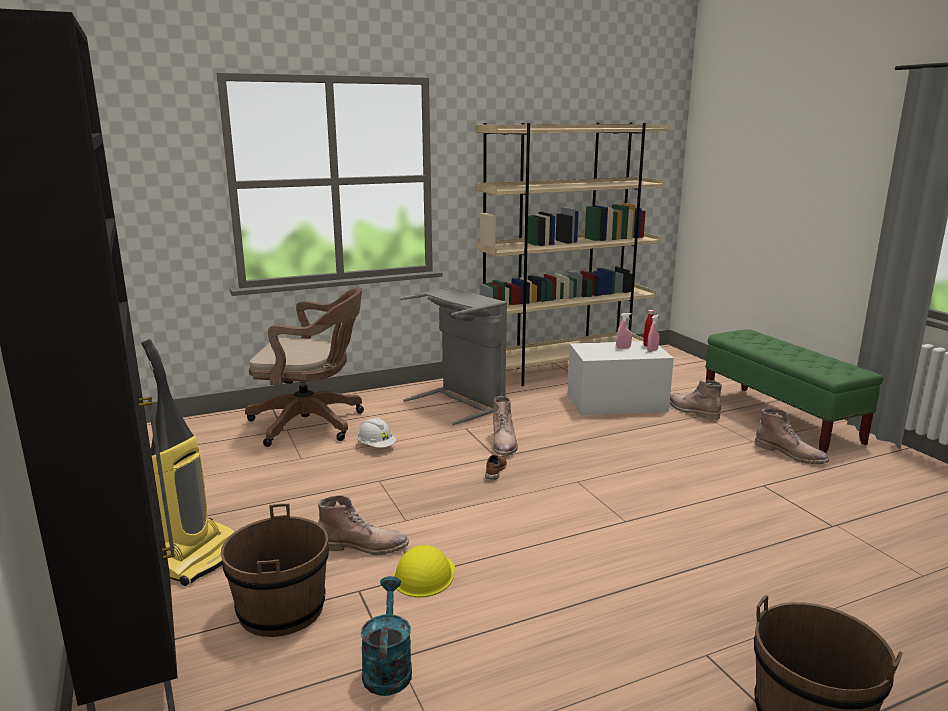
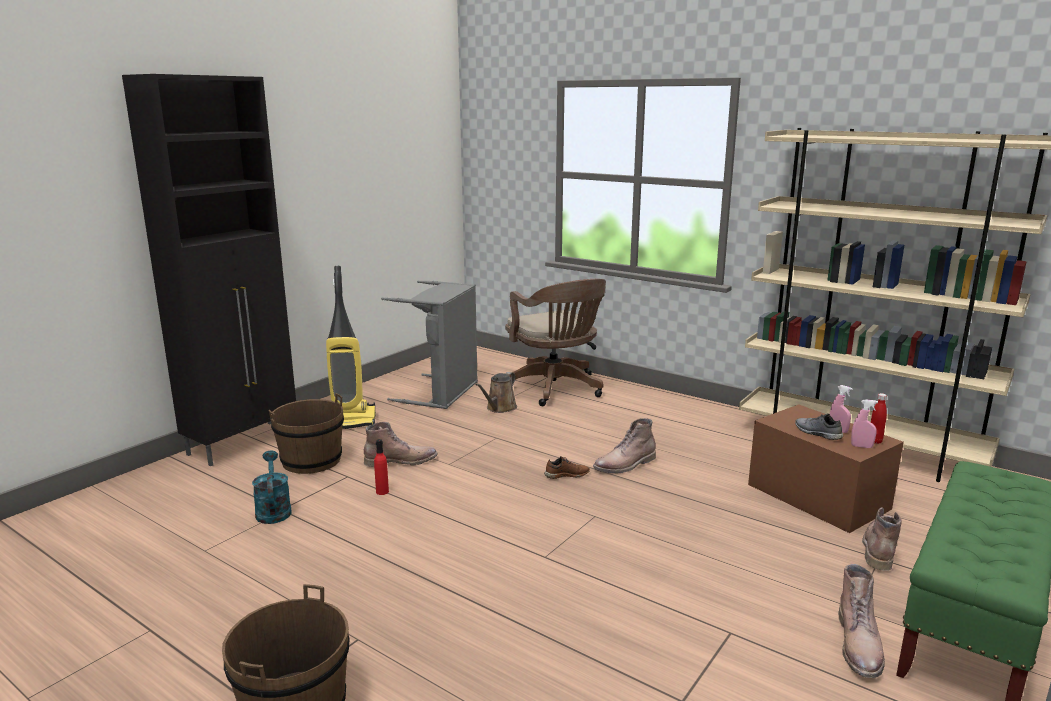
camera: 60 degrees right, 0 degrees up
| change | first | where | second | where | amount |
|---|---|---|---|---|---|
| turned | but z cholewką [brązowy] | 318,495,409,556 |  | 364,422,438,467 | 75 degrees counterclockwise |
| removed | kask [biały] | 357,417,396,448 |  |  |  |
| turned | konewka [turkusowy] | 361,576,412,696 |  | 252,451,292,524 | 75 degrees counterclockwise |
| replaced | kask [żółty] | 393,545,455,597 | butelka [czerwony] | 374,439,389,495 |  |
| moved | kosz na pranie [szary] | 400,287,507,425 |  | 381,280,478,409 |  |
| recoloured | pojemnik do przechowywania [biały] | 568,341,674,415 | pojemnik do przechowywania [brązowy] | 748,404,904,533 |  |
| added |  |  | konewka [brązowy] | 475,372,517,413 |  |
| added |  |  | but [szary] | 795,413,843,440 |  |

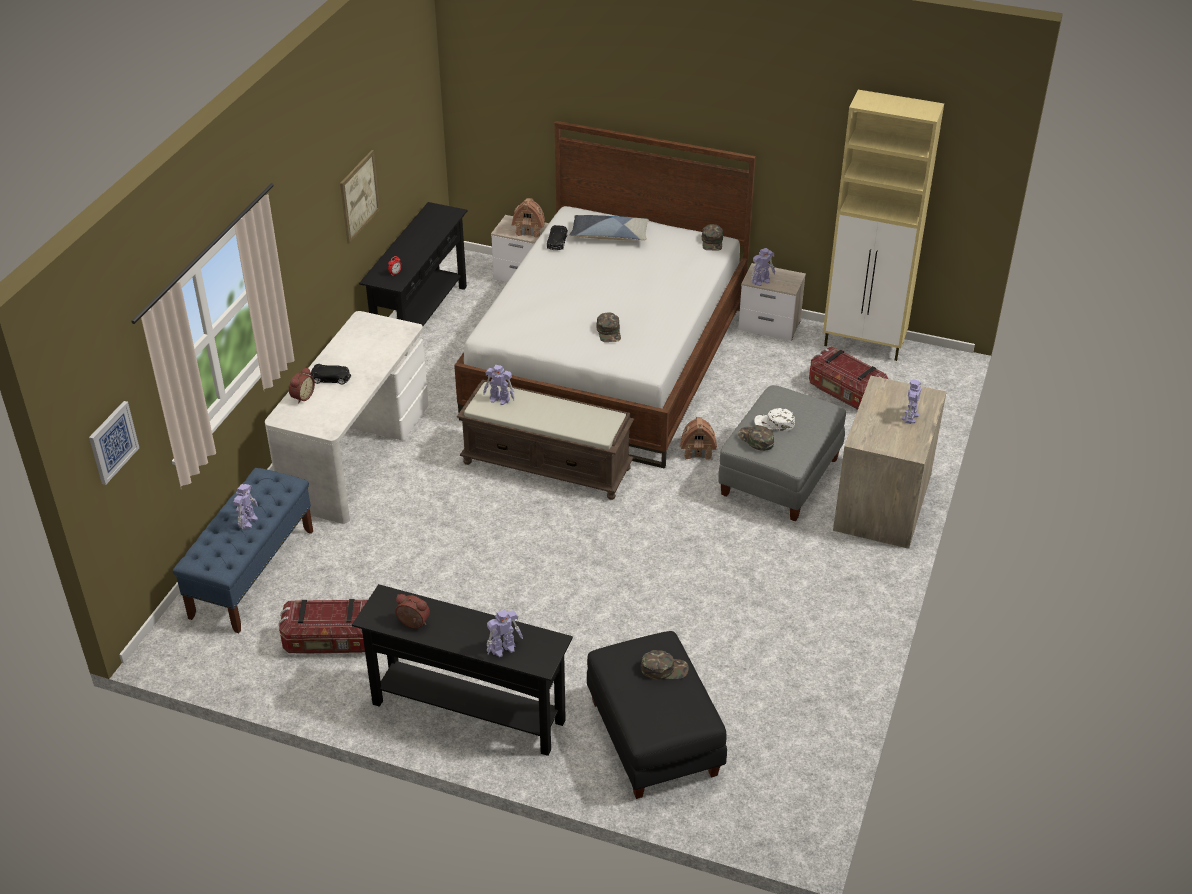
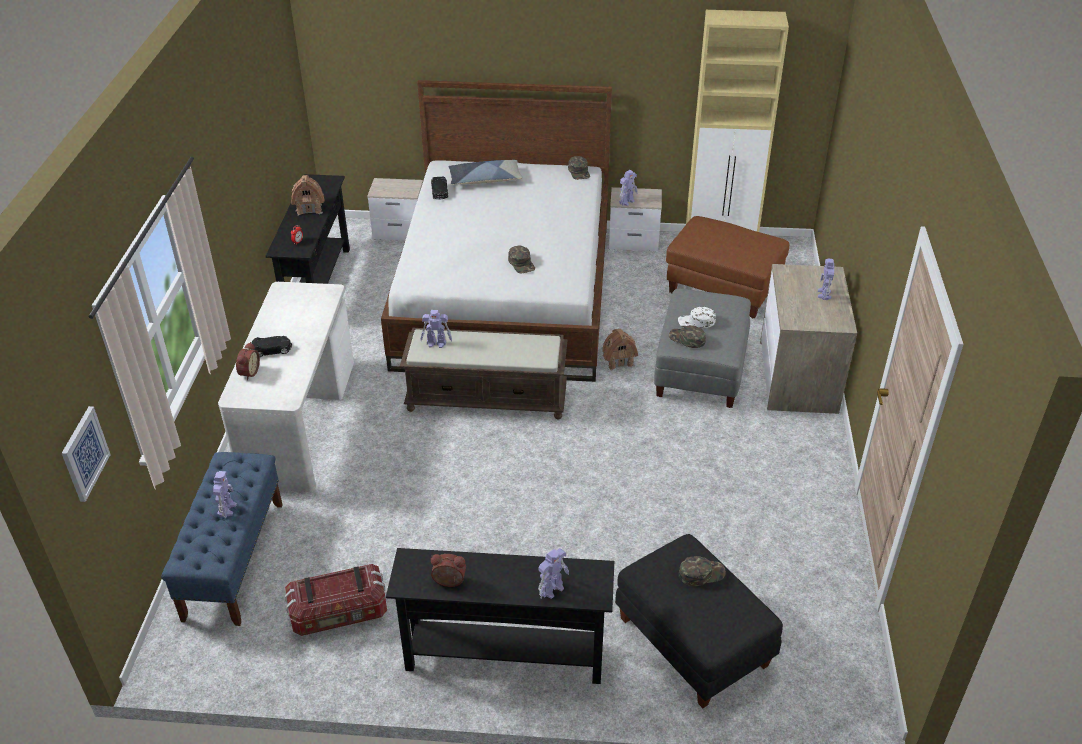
camera: 15 degrees left, 0 degrees up
| change | first | where | second | where | amount |
|---|---|---|---|---|---|
| removed | obraz | 340,150,380,244 |  |  |  |
| moved | domek | 512,198,545,238 |  | 291,175,324,216 |  |
| replaced | pojemnik do przechowywania | 809,346,888,410 | pufa [brązowy] | 666,216,789,318 |  |

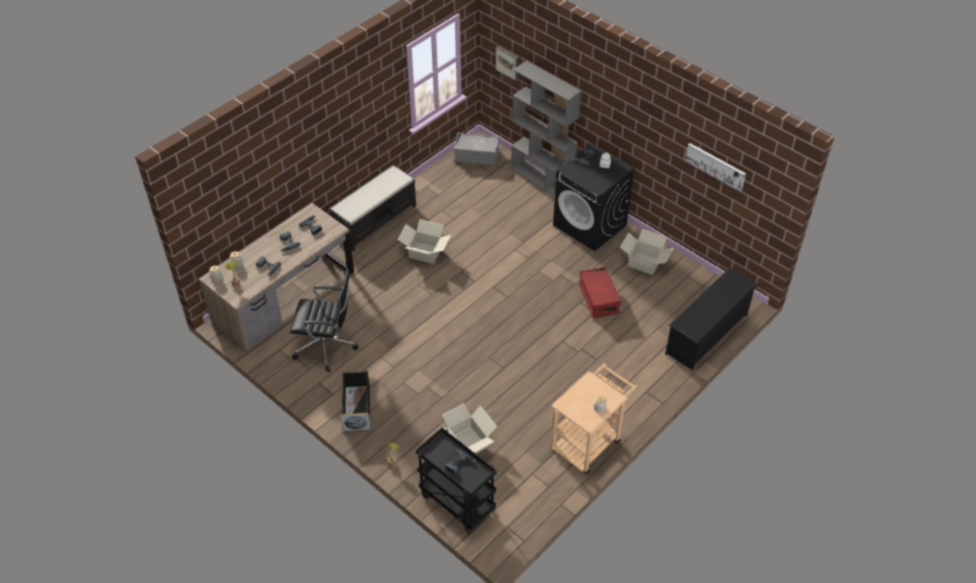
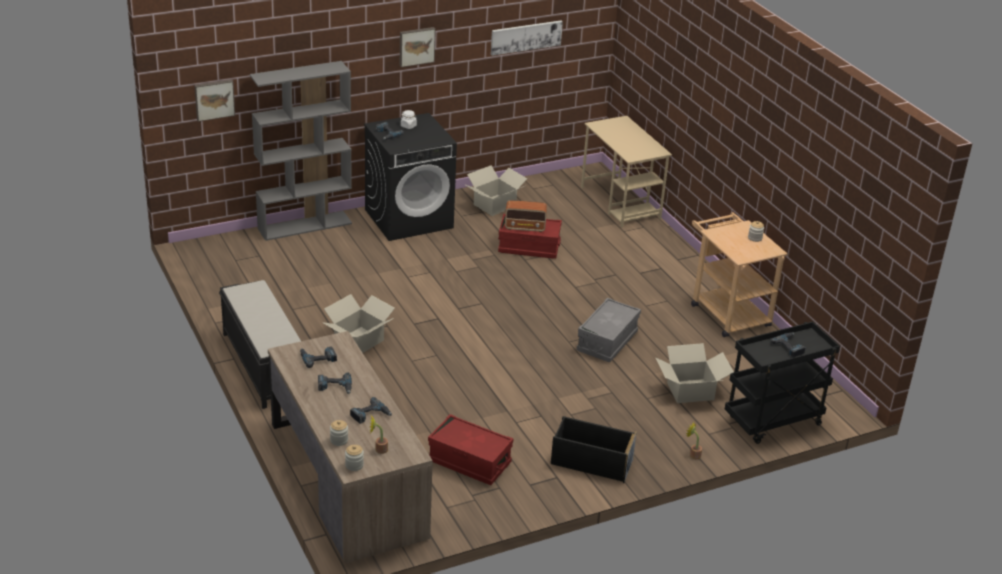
camera: 70 degrees left, 15 degrees down
| change | first | where | second | where | amount |
|---|---|---|---|---|---|
| replaced | krzesło biurowe [czarny] | 290,268,358,372 | pojemnik do przechowywania [czerwony] | 428,414,513,485 |  |
| moved | pojemnik do przechowywania [szary] | 454,133,499,166 |  | 577,298,641,362 |  |
| replaced | regał na buty [czarny] | 665,268,758,370 | biurko [beżowy] | 581,116,672,227 |  |
| added |  |  | obraz | 400,27,436,67 |  |
| added |  |  | radio | 505,200,547,232 |  |

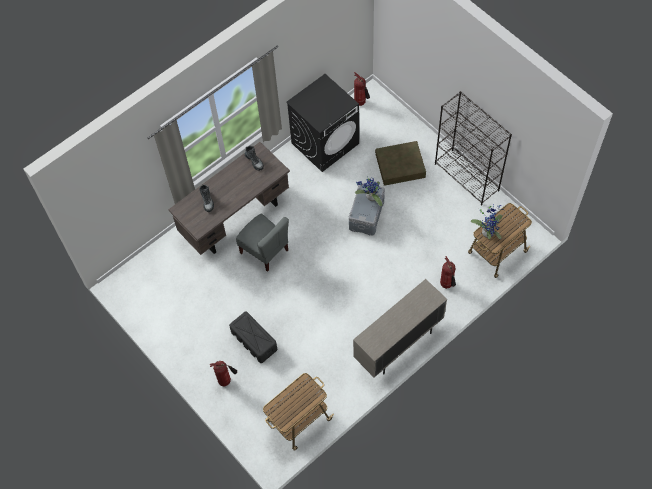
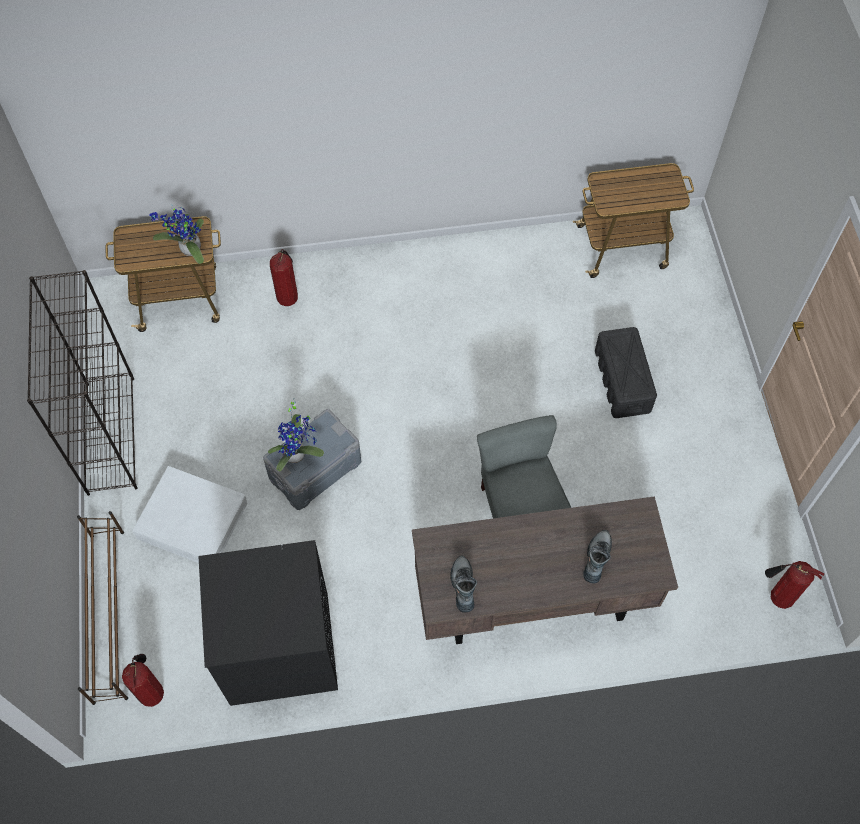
camera: 150 degrees left, 0 degrees up
| change | first | where | second | where | amount |
|---|---|---|---|---|---|
| moved | gaśnica | 210,361,237,386 |  | 765,561,824,609 |  |
| removed | szafka [beżowy] | 353,279,447,378 |  |  |  |
| recoloured | pojemnik do przechowywania [brązowy] | 375,141,426,186 | pojemnik do przechowywania [biały] | 132,466,247,563 |  |
| added |  |  | regał na buty [brązowy] | 77,511,128,705 |  |

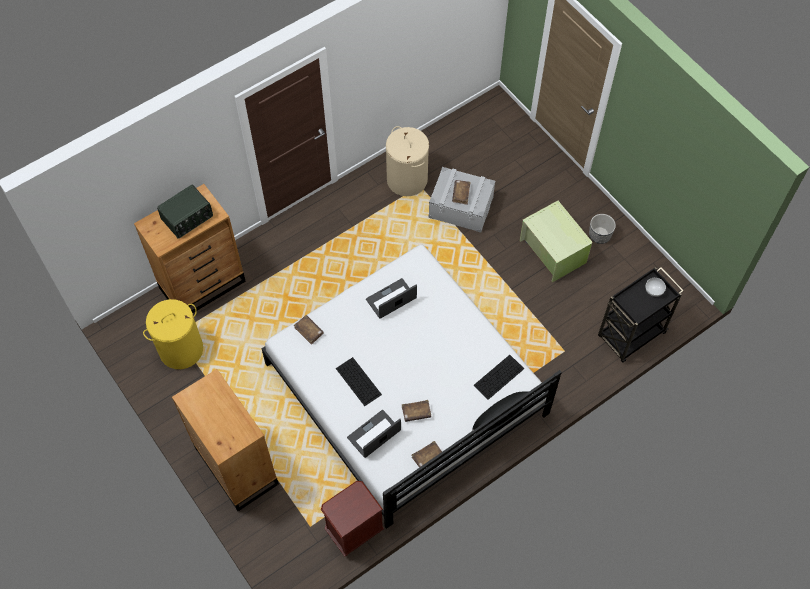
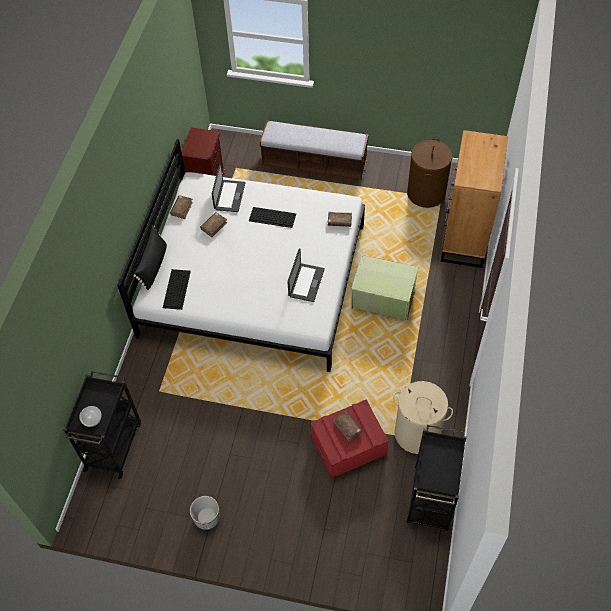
camera: 140 degrees right, 5 degrees down
| change | first | where | second | where | amount |
|---|---|---|---|---|---|
| recoloured | kosz na pranie [żółty] | 143,299,203,369 | kosz na pranie [brązowy] | 407,138,452,208 |  |
| removed | radio | 157,185,213,239 |  |  |  |
| replaced | komoda [brązowy] | 172,369,279,511 | ławka | 260,121,368,180 |  |
| recoloured | pojemnik do przechowywania [szary] | 428,167,495,232 | pojemnik do przechowywania [czerwony] | 310,399,389,478 |  |
| moved | pojemnik do przechowywania [zielony] | 520,201,593,282 |  | 351,255,418,322 |  |
| added |  |  | wózek [czarny] | 407,425,467,531 |  |

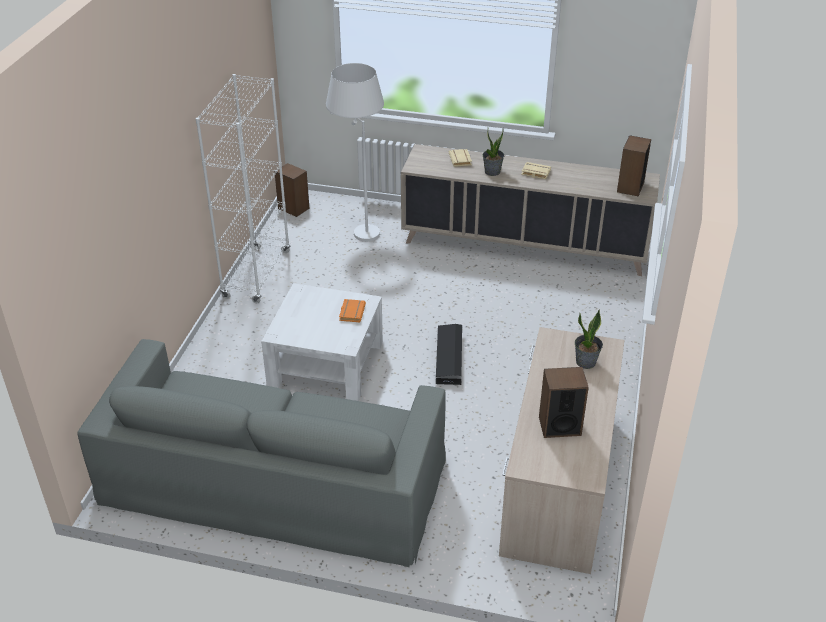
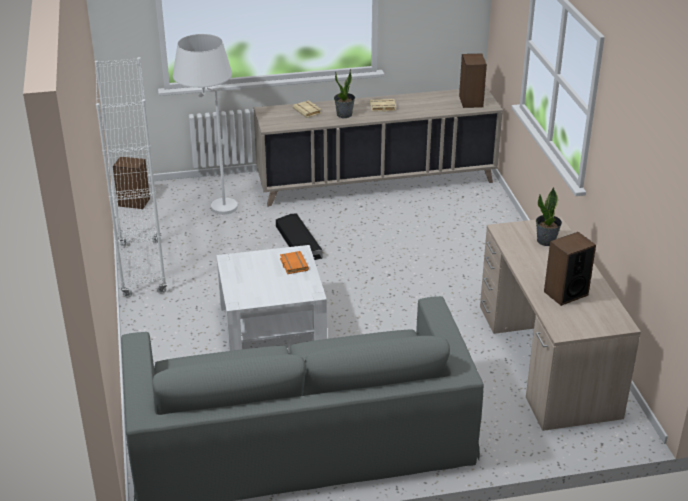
camera: 25 degrees left, 5 degrees down
| change | first | where | second | where | amount |
|---|---|---|---|---|---|
| moved | pojemnik do przechowywania [czarny] | 436,324,462,385 |  | 276,213,322,260 |  |

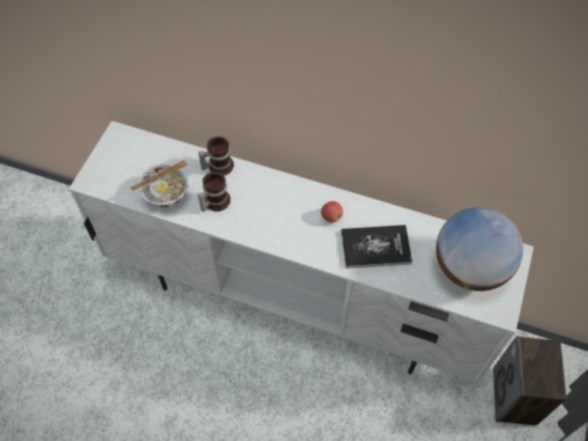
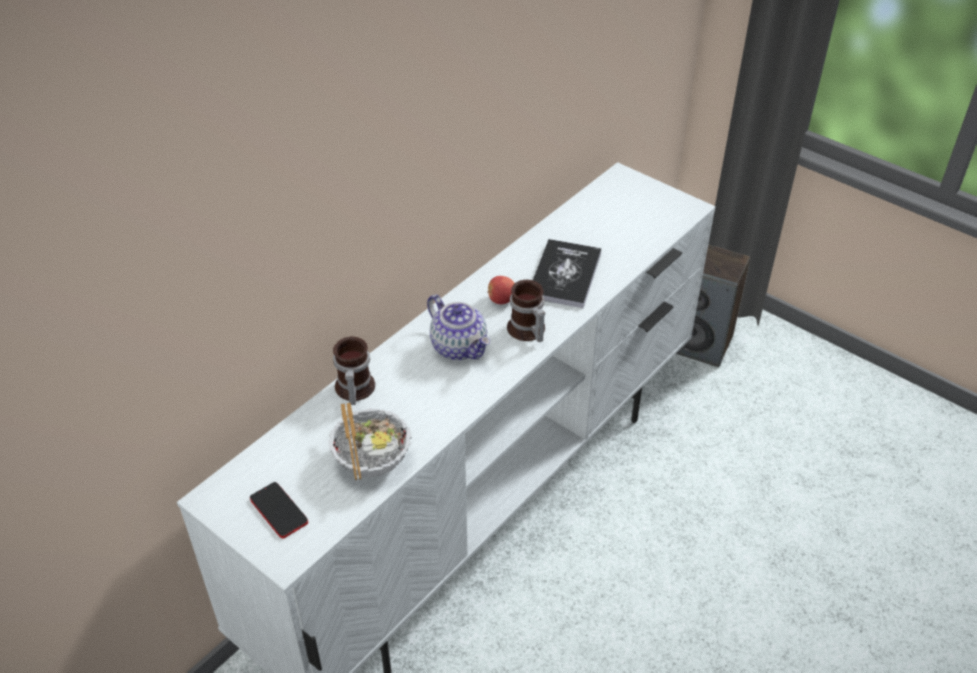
camera: 70 degrees left, 15 degrees down
| change | first | where | second | where | amount |
|---|---|---|---|---|---|
| moved | kubek | 198,172,231,212 |  | 507,280,545,342 |  |
| removed | globus | 436,207,523,291 |  |  |  |
| added |  |  | telefon | 250,482,308,539 |  |
| added |  |  | imbryk | 427,294,490,360 |  |

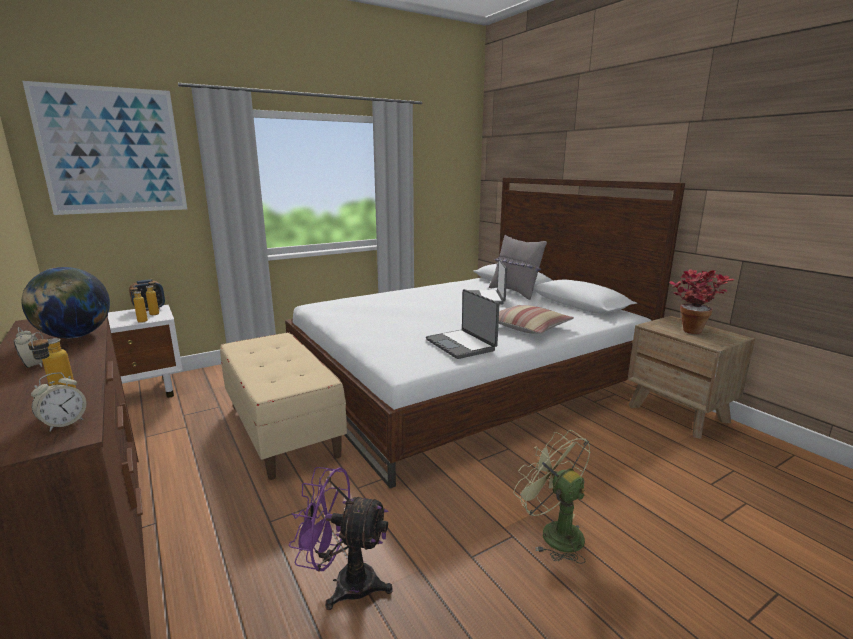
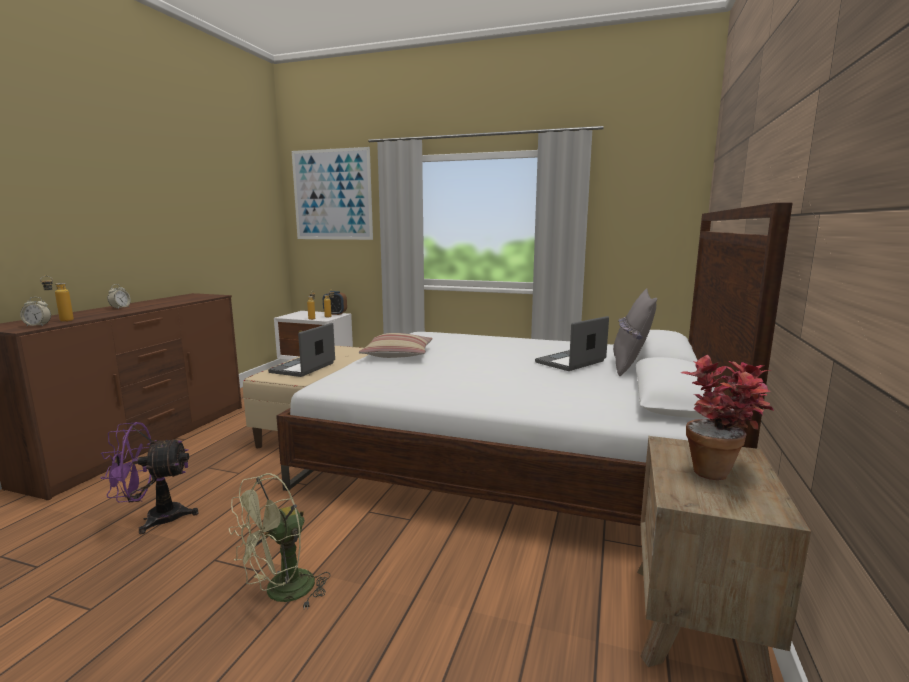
camera: 50 degrees right, 5 degrees down
| change | first | where | second | where | amount |
|---|---|---|---|---|---|
| removed | globus | 22,267,110,339 |  |  |  |
| turned | wentylator [fioletowy] | 289,467,393,610 |  | 101,422,199,535 | 75 degrees counterclockwise |
| moved | laptop | 426,289,499,359 |  | 268,323,335,377 |  |
| moved | poduszka | 499,305,574,334 |  | 359,333,433,358 |  |
| turned | wentylator [zielony] | 514,430,591,564 |  | 229,473,331,610 | 150 degrees counterclockwise |

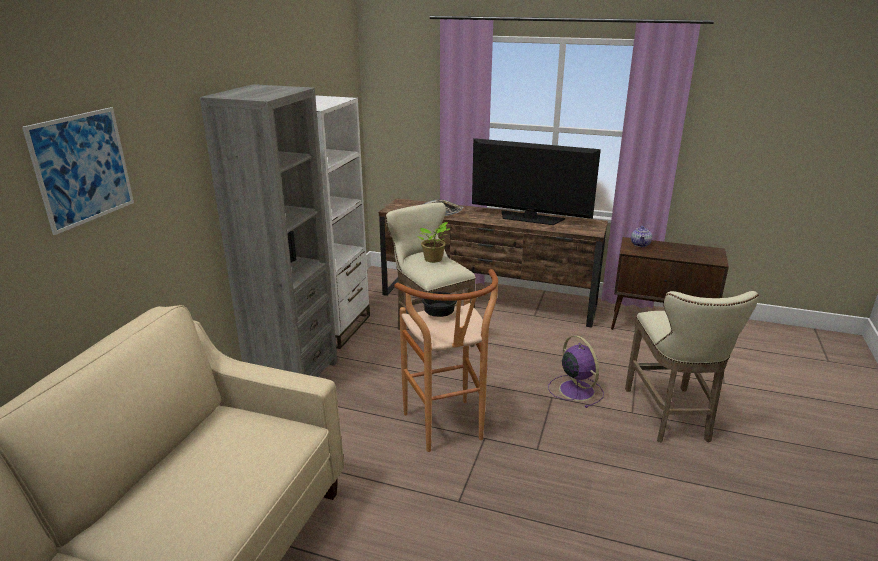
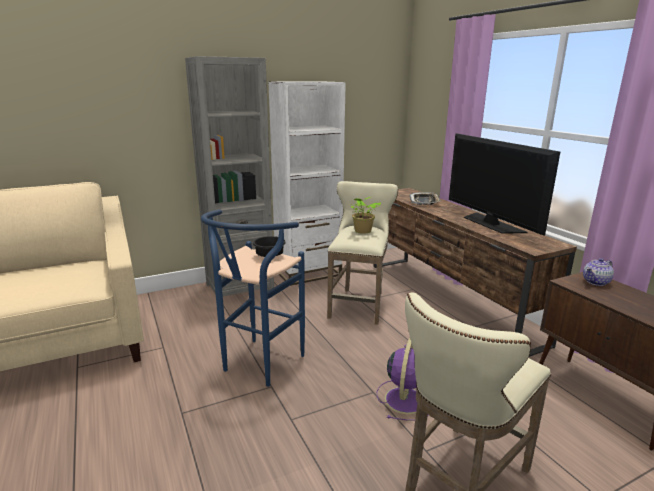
camera: 45 degrees right, 5 degrees down
| change | first | where | second | where | amount |
|---|---|---|---|---|---|
| removed | obraz | 22,107,134,235 |  |  |  |
| recoloured | stołek [brązowy] | 394,269,498,452 | stołek [niebieski] | 201,209,305,387 |  |

